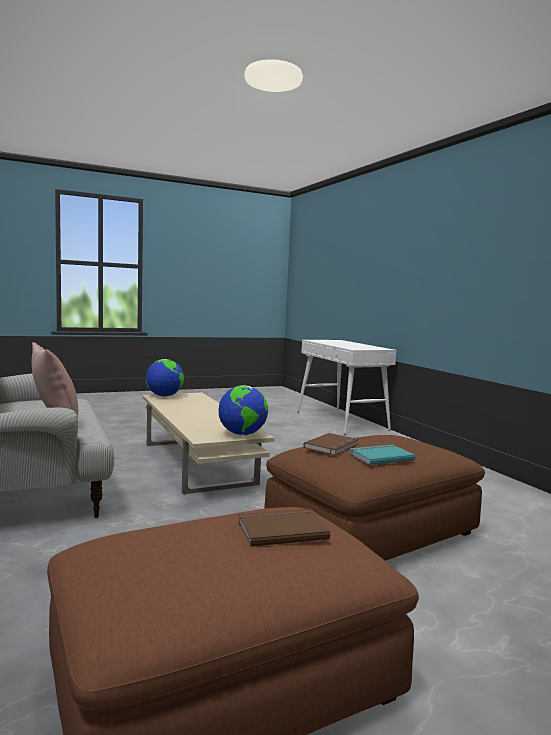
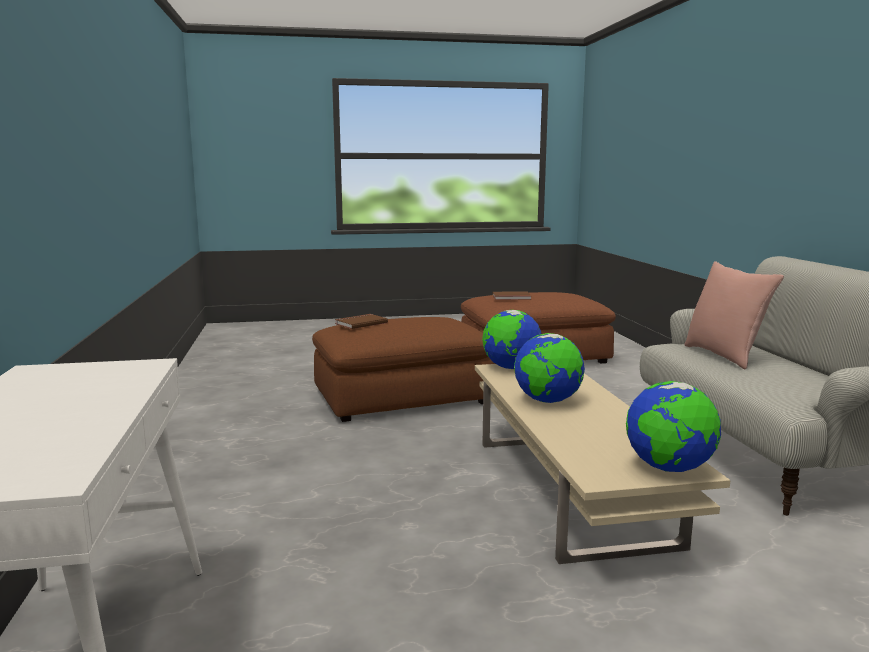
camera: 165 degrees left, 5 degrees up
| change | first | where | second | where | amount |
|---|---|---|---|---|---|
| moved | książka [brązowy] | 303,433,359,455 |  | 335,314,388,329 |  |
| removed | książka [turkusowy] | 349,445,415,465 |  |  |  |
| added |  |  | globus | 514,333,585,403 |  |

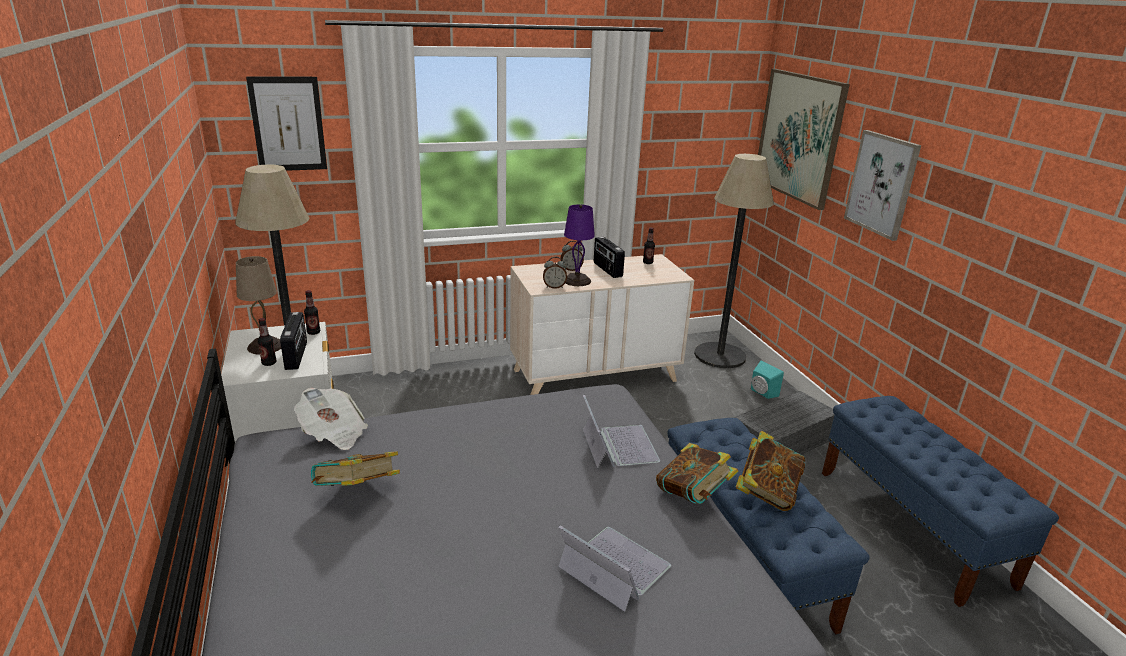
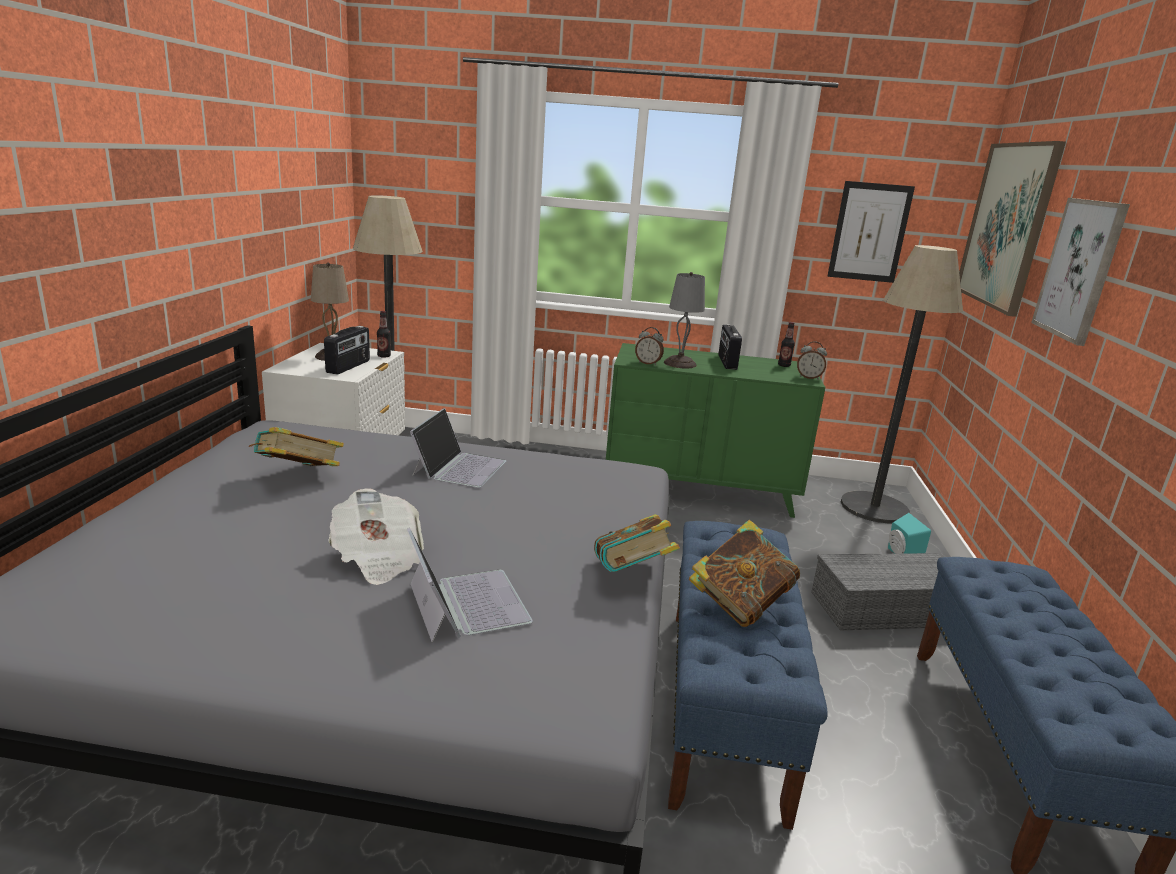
camera: 25 degrees right, 5 degrees down
| change | first | where | second | where | amount |
|---|---|---|---|---|---|
| moved | obraz | 246,77,327,171 |  | 828,181,915,283 |  |
| removed | butelka | 258,318,276,366 |  |  |  |
| moved | gazeta | 294,388,368,450 |  | 328,489,424,585 |  |
| recoloured | komoda [beżowy] | 510,254,694,395 | komoda [zielony] | 606,343,825,518 |  |
| moved | budzik | 561,241,584,271 |  | 797,341,827,380 |  |
| recoloured | lampa stołowa [fioletowy] | 564,204,595,286 | lampa stołowa [szary] | 664,272,705,369 |  |
| moved | laptop | 583,395,660,468 |  | 410,408,506,488 |  |

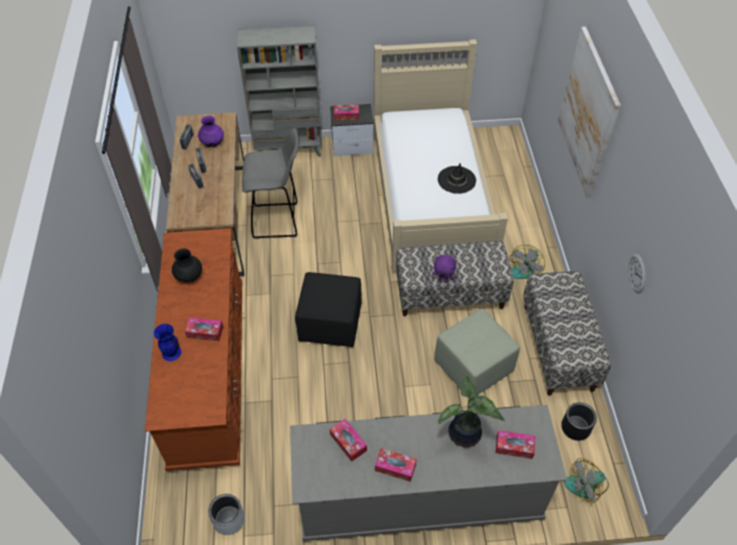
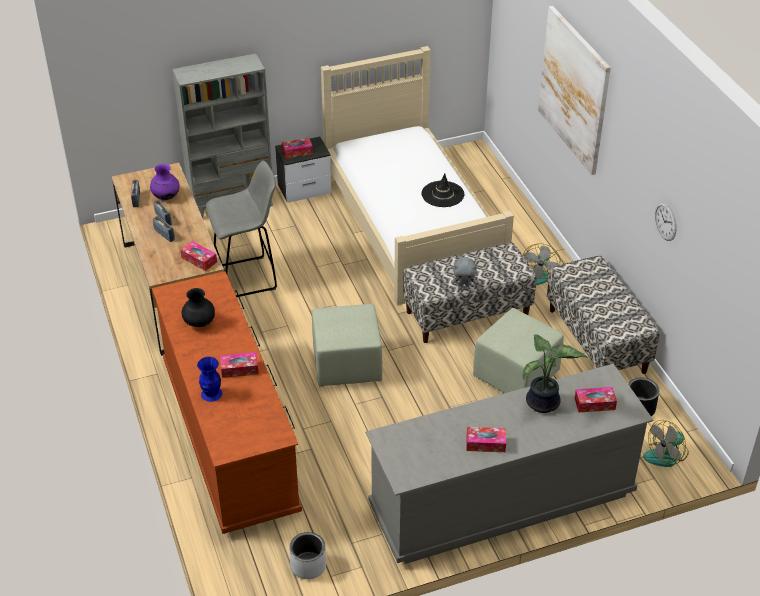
camera: 15 degrees left, 10 degrees down
| change | first | where | second | where | amount |
|---|---|---|---|---|---|
| recoloured | pufa [czarny] | 295,272,362,347 | pufa [zielony] | 312,304,383,387 |  |
| moved | pudełko chusteczek | 330,419,367,462 |  | 180,241,217,271 |  |
| recoloured | pluszak [fioletowy] | 432,255,456,283 | pluszak [szary] | 451,257,477,290 |  |

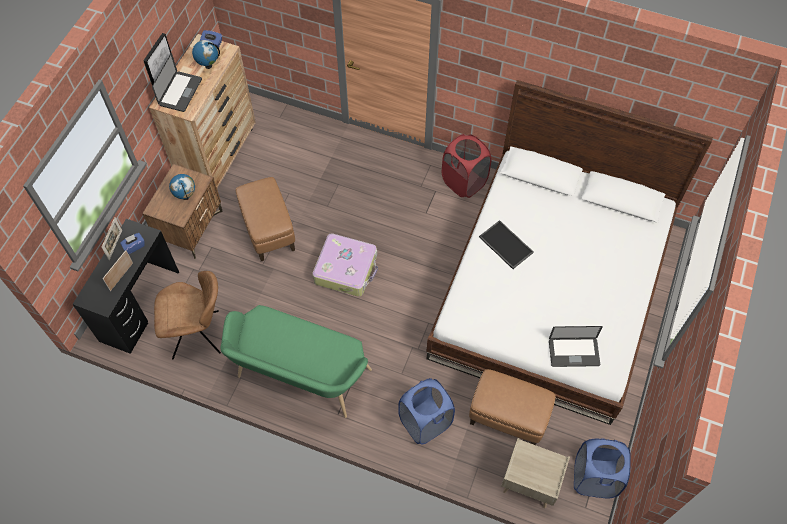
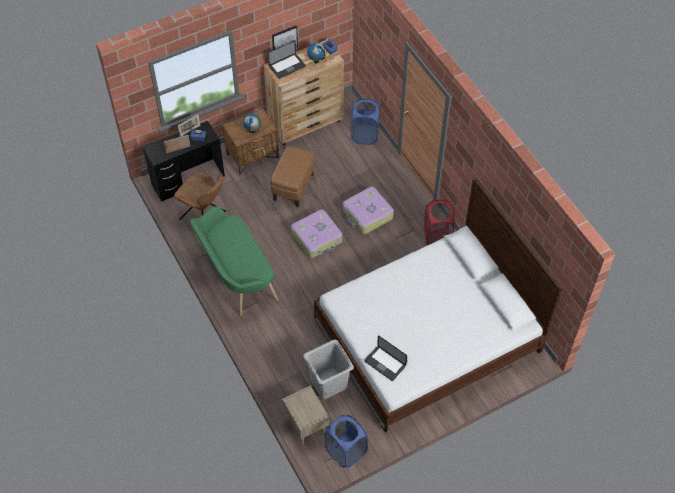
camera: 40 degrees right, 5 degrees down
| change | first | where | second | where | amount |
|---|---|---|---|---|---|
| moved | kosz na pranie [niebieski] | 398,378,455,445 |  | 351,99,380,145 |  |
| replaced | pufa [brązowy] | 469,369,556,445 | kosz na pranie [szary] | 303,339,354,399 |  |
| removed | taca | 479,220,534,269 |  |  |  |
| added |  |  | walizka | 343,186,394,234 |  |

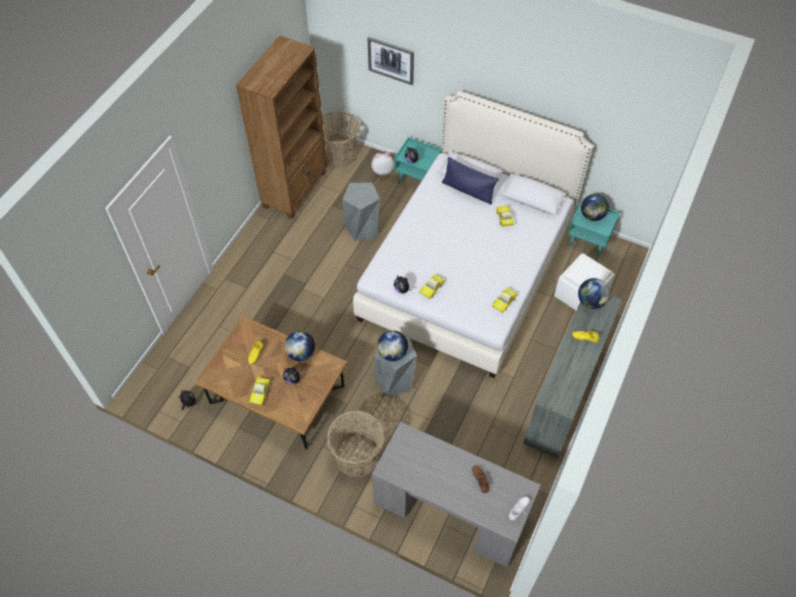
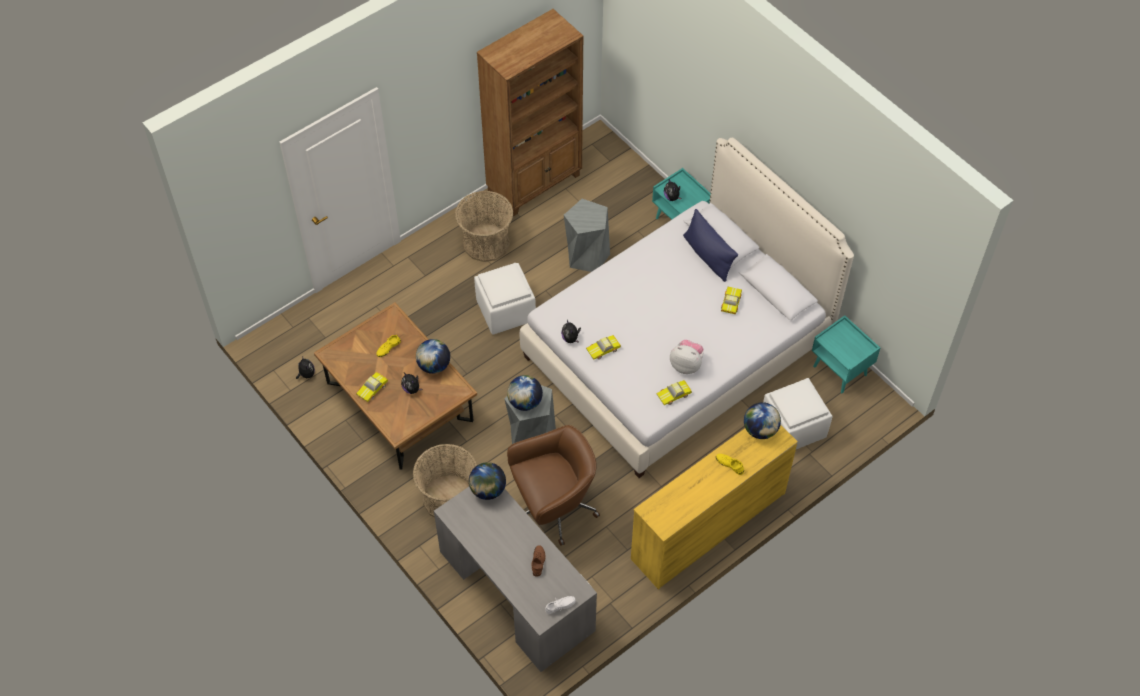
camera: 25 degrees right, 0 degrees up
| change | first | where | second | where | amount |
|---|---|---|---|---|---|
| moved | koszyk | 322,111,360,167 |  | 455,191,513,262 |  |
| removed | obraz | 367,37,414,85 |  |  |  |
| moved | pluszak | 371,153,394,175 |  | 670,340,704,374 |  |
| recoloured | komoda [szary] | 523,295,622,459 | komoda [żółty] | 631,425,798,590 |  |
| moved | globus | 581,194,609,221 |  | 469,462,506,500 |  |
| added |  |  | pufa [biały] | 474,263,536,335 |  |
| added |  |  | krzesło biurowe [brązowy] | 507,425,600,546 |  |

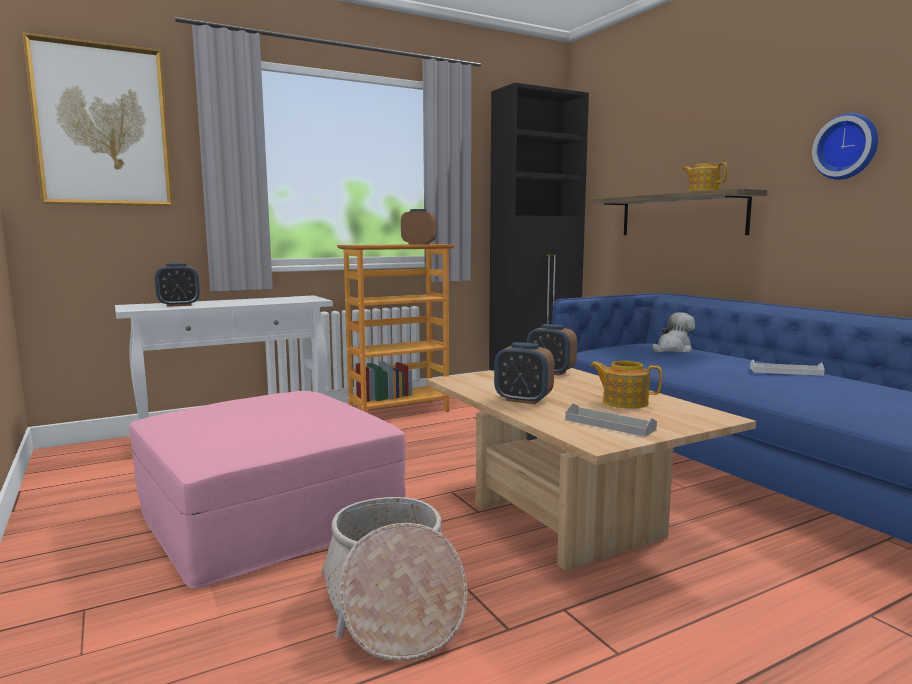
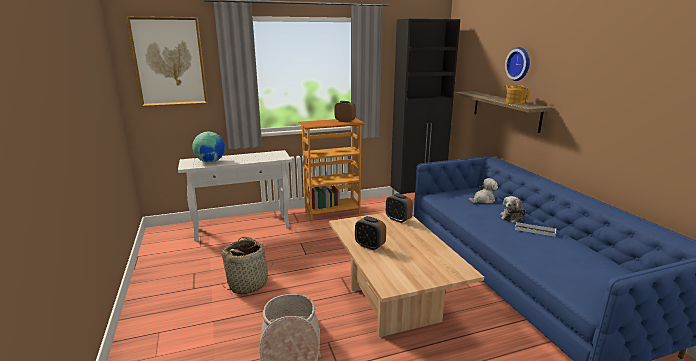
camera: 10 degrees right, 10 degrees up
| change | first | where | second | where | amount |
|---|---|---|---|---|---|
| replaced | pufa [różowy] | 129,391,406,589 | koszyk | 222,237,274,294 |  |
| replaced | budzik | 155,263,200,307 | globus | 192,132,225,163 |  |
| removed | taca [szary] | 565,403,657,437 |  |  |  |
| removed | imbryk | 590,361,662,409 |  |  |  |
| moved | zegar ścienny | 812,113,878,180 |  | 505,47,530,81 |  |
| added |  |  | pluszak | 500,196,526,223 |  |

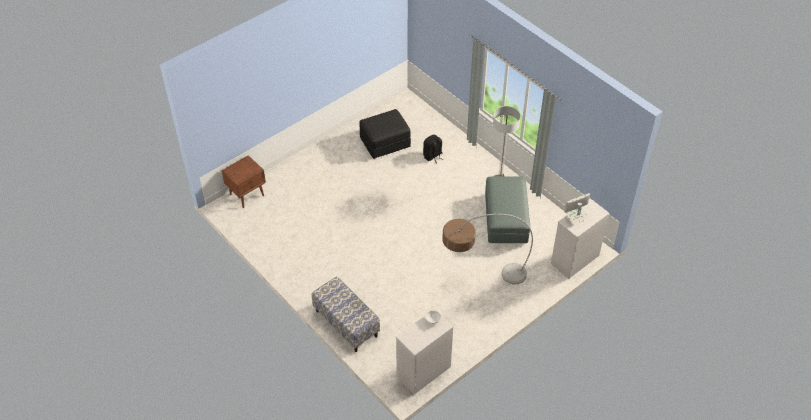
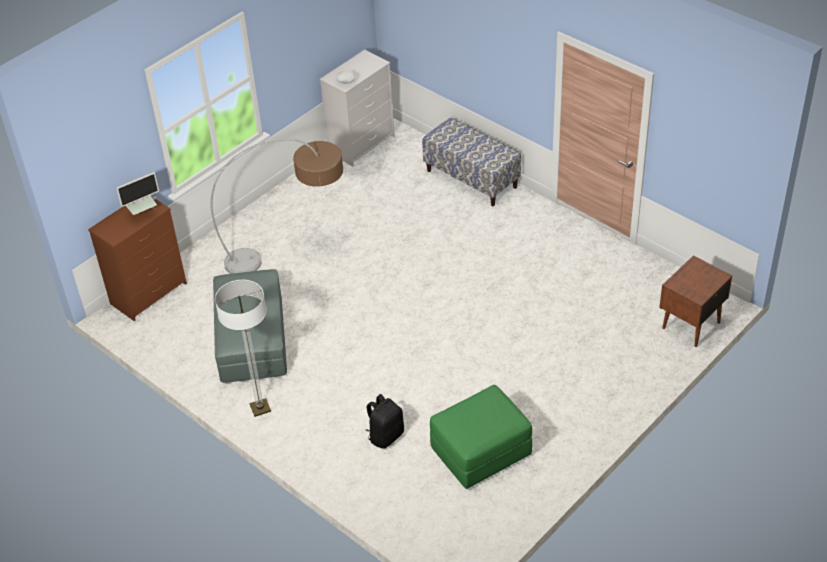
camera: 175 degrees right, 5 degrees down
| change | first | where | second | where | amount |
|---|---|---|---|---|---|
| recoloured | pufa [czarny] | 359,109,411,159 | pufa [zielony] | 430,385,532,489 |  |
| recoloured | komoda [biały] | 551,198,610,279 | komoda [brązowy] | 88,196,187,322 |  |

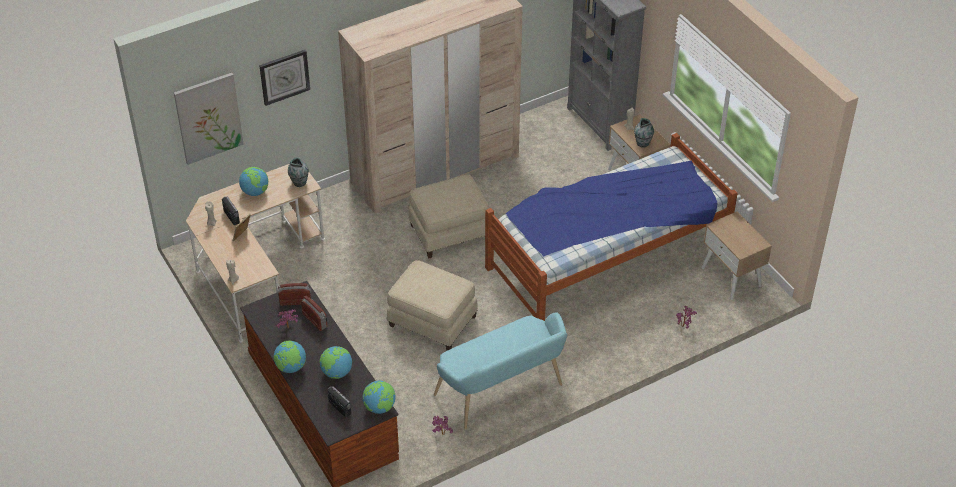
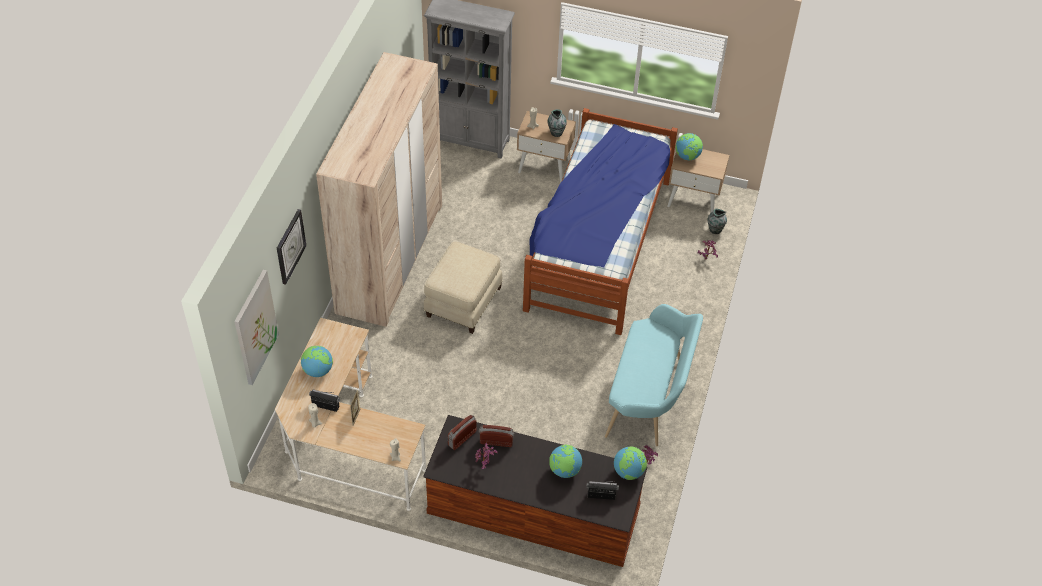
camera: 45 degrees left, 5 degrees up
| change | first | where | second | where | amount |
|---|---|---|---|---|---|
| moved | globus | 274,341,306,373 |  | 675,133,703,160 |  |
| moved | wazon | 288,157,309,187 |  | 707,208,727,234 |  |
| removed | pufa [beżowy] | 387,260,478,351 |  |  |  |

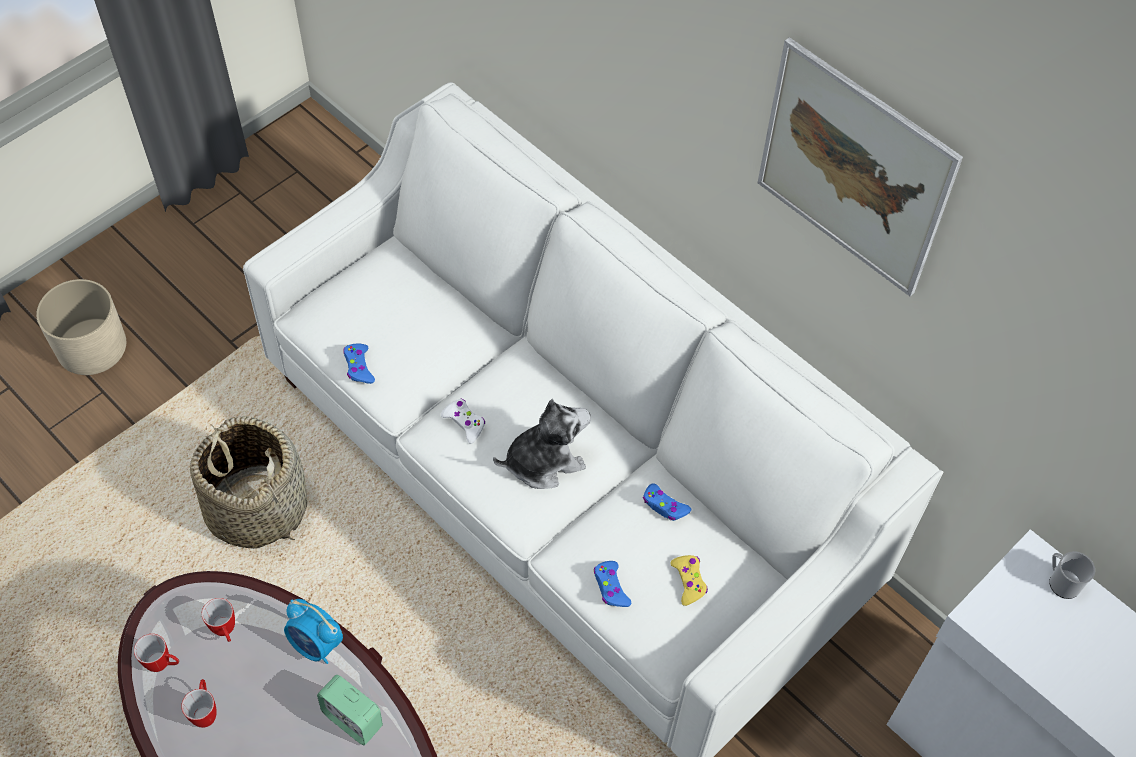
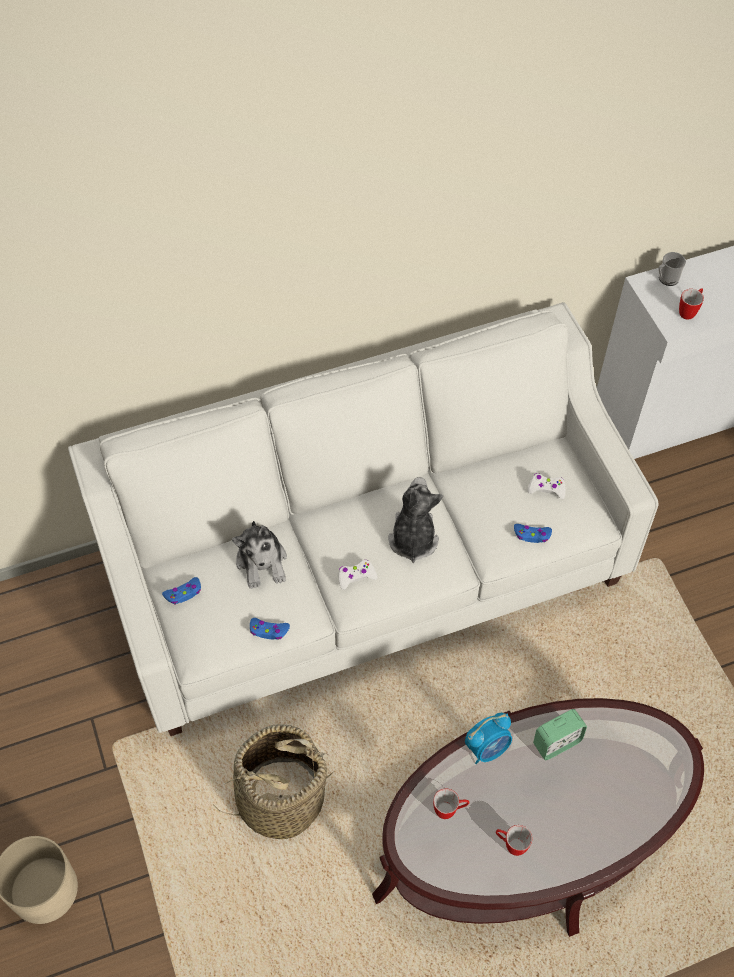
camera: 65 degrees left, 0 degrees up
| change | first | where | second | where | amount |
|---|---|---|---|---|---|
| moved | kubek | 134,634,179,672 |  | 679,288,704,320 |  |
| moved | pad do gier [niebieski] | 643,483,691,521 |  | 162,577,201,605 |  |
| recoloured | pad do gier [żółty] | 670,555,708,606 | pad do gier [biały] | 528,473,565,499 |  |
| removed | obraz | 757,37,963,296 |  |  |  |
| added |  |  | pluszak | 232,521,287,589 |  |

